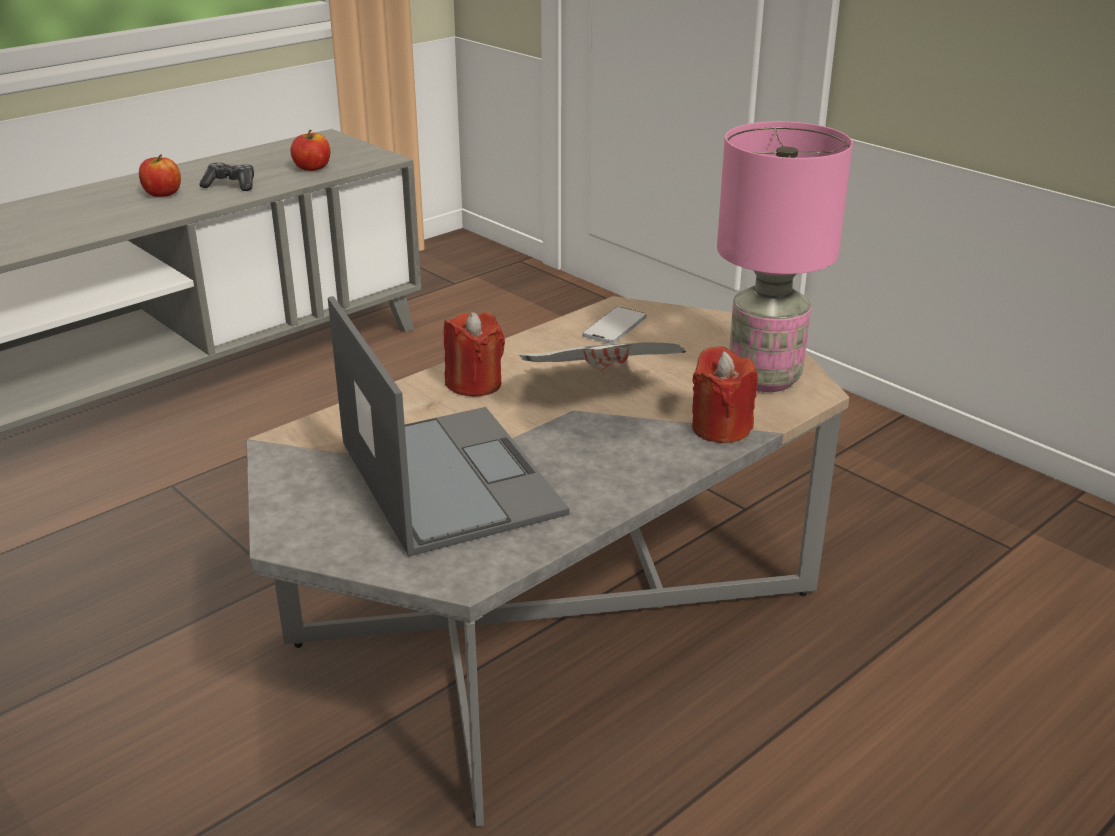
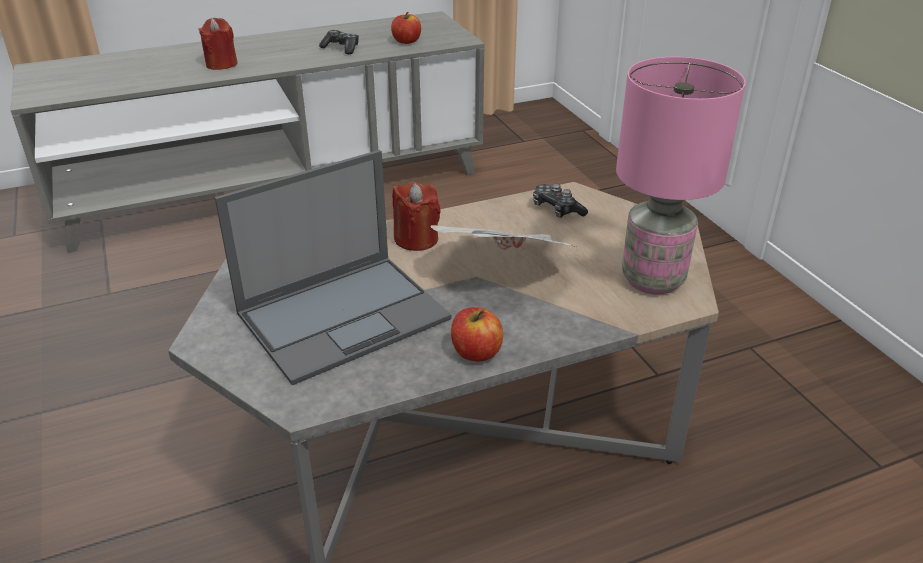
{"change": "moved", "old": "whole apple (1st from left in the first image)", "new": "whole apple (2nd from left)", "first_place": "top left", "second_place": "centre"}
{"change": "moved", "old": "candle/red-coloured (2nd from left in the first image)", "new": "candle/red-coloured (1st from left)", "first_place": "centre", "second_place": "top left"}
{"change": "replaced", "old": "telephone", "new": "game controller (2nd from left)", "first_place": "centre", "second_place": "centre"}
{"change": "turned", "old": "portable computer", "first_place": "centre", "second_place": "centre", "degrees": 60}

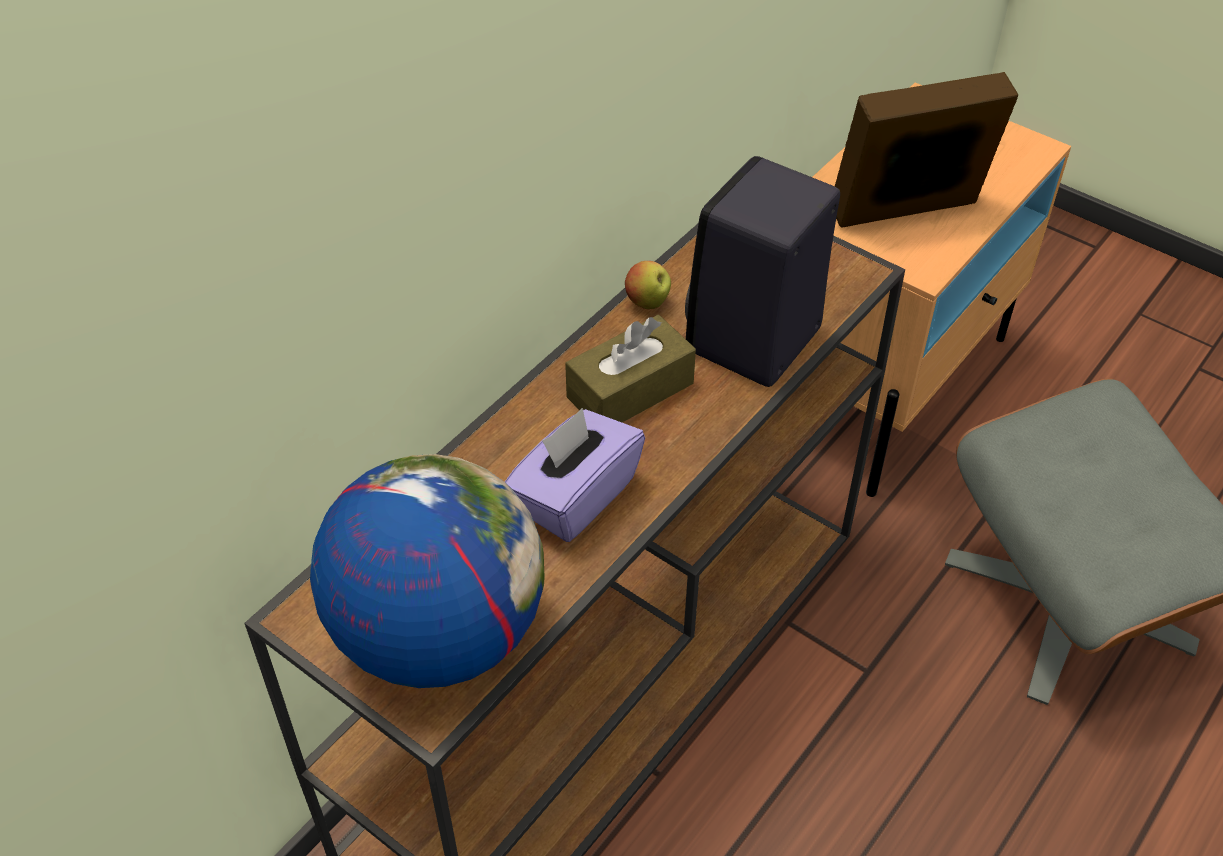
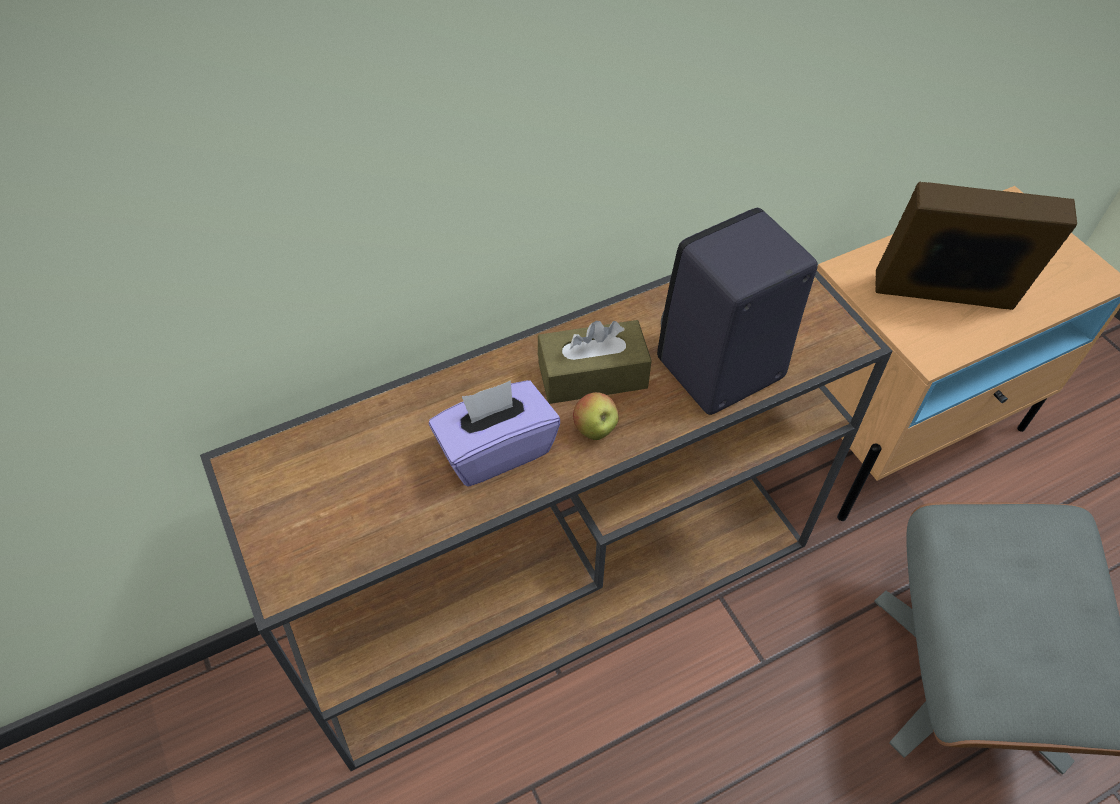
{"change": "removed", "old": "globe", "first_place": "bottom centre"}
{"change": "moved", "old": "whole apple", "first_place": "top centre", "second_place": "centre"}

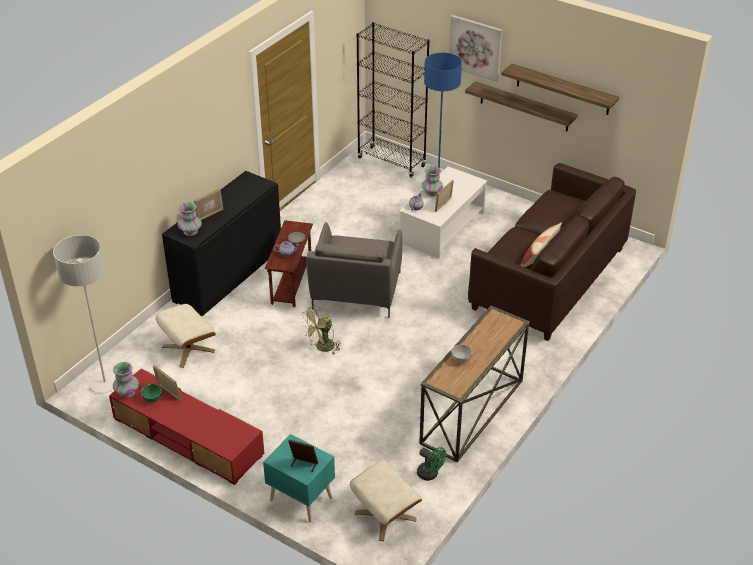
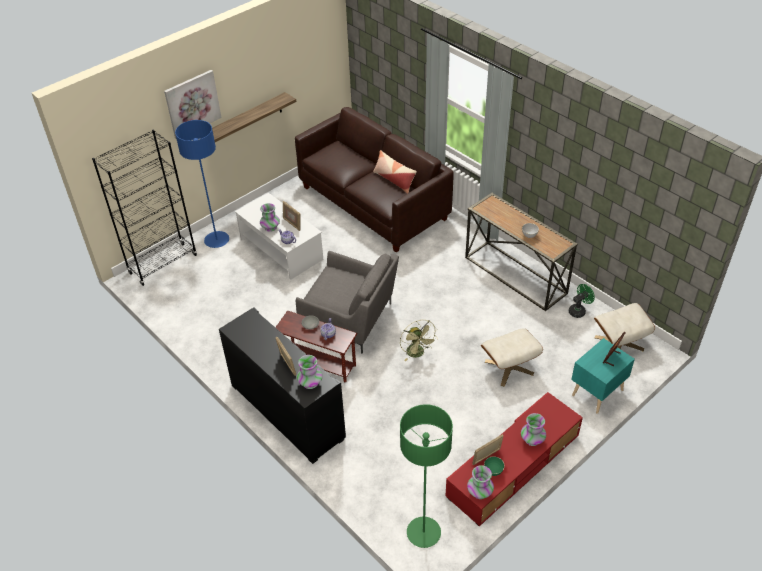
{"change": "removed", "old": "shelf (2nd from left)", "first_place": "top right"}
{"change": "added", "new": "vase (4th from left)", "second_place": "bottom right"}
{"change": "moved", "old": "pouffe/sand-coloured (1st from left)", "first_place": "middle left", "second_place": "middle right"}
{"change": "recoloured", "old": "standing lamp/greyish", "new": "standing lamp/greenish", "first_place": "middle left", "second_place": "bottom centre"}

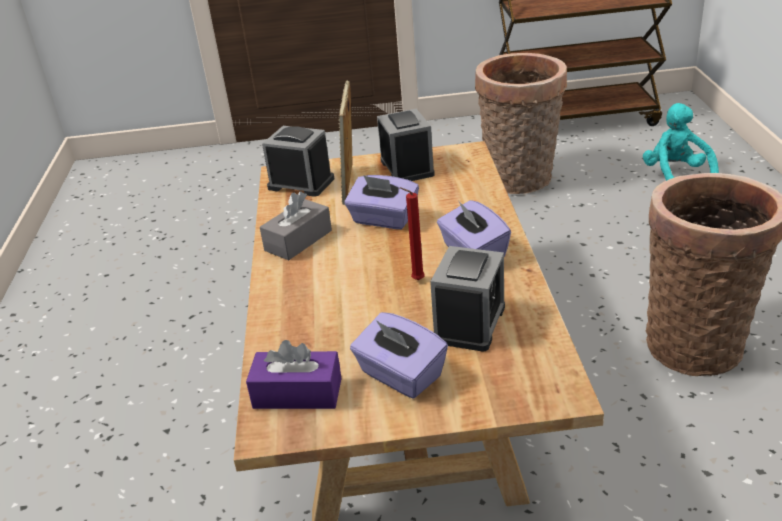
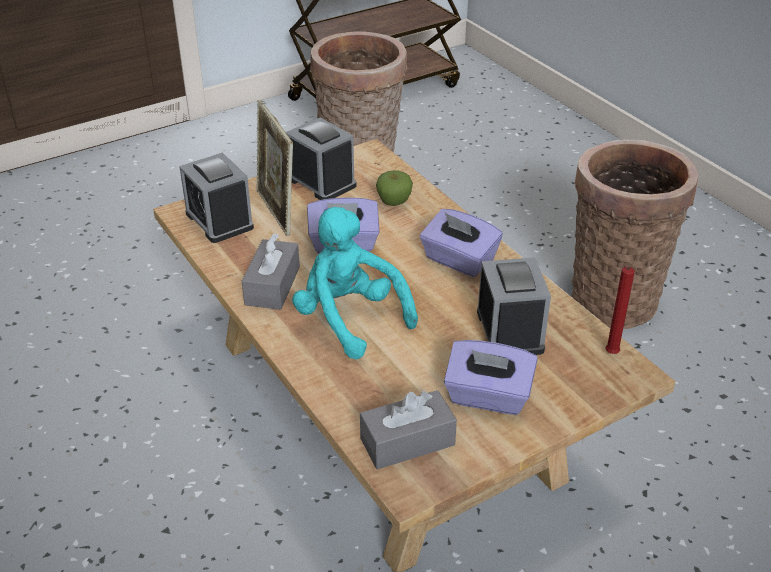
{"change": "added", "new": "whole apple", "second_place": "top centre"}
{"change": "moved", "old": "candle/red-coloured", "first_place": "centre", "second_place": "middle right"}
{"change": "moved", "old": "soft toy/blue-green", "first_place": "top right", "second_place": "centre"}
{"change": "recoloured", "old": "tissue box/purple-coloured (1st from left)", "new": "tissue box/greyish (2nd from left)", "first_place": "bottom centre", "second_place": "bottom centre"}
{"change": "turned", "old": "alarm clock (1st from left)", "first_place": "top centre", "second_place": "middle left", "degrees": -120}

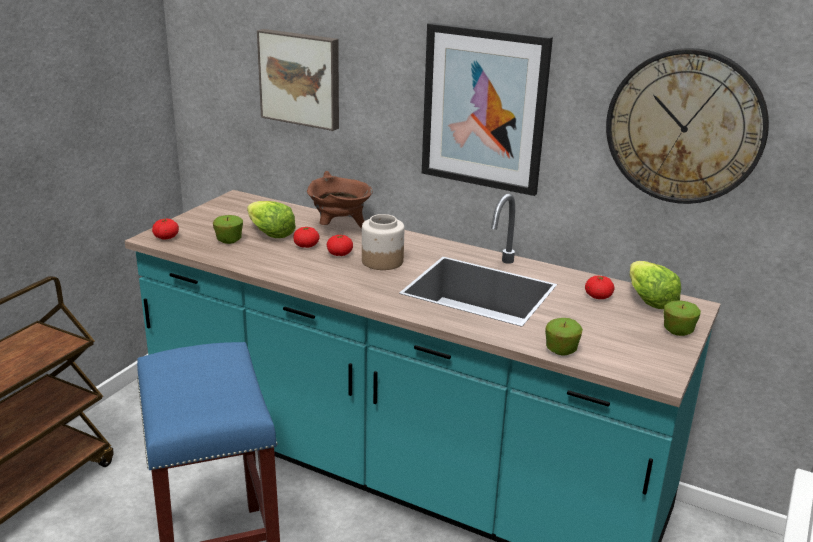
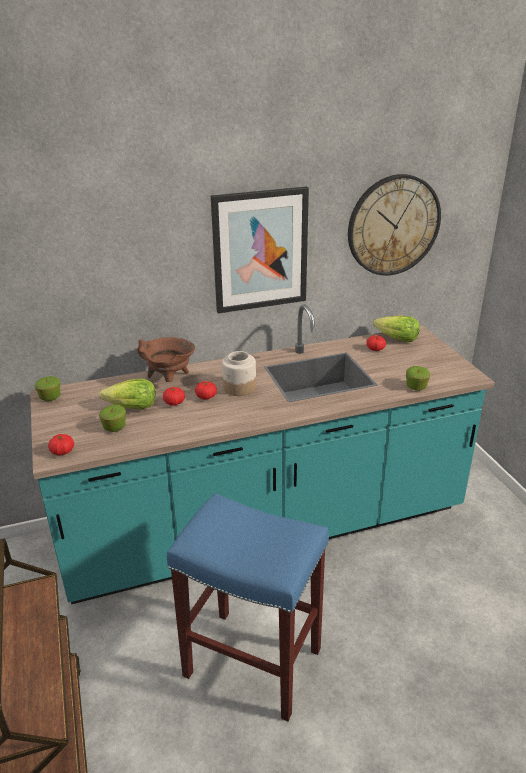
{"change": "removed", "old": "wall picture (1st from left)", "first_place": "top centre"}
{"change": "moved", "old": "whole apple (3rd from left in the first image)", "new": "whole apple (1st from left)", "first_place": "middle right", "second_place": "middle left"}

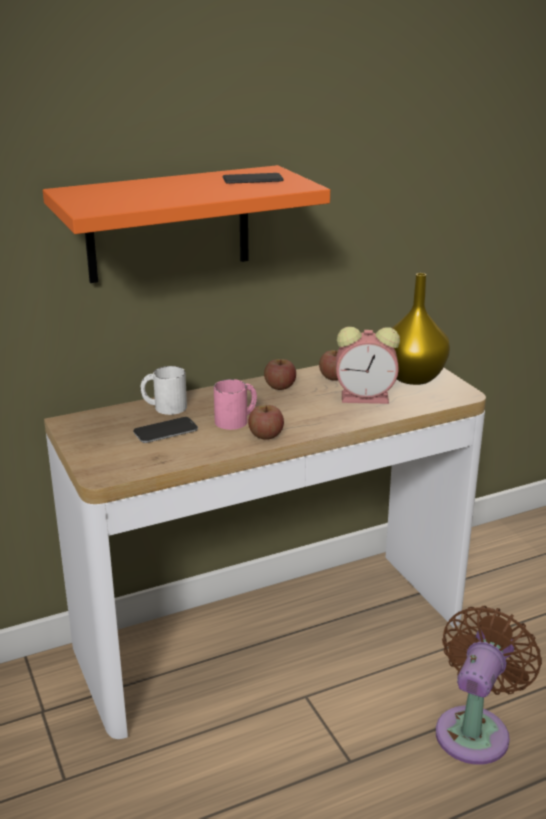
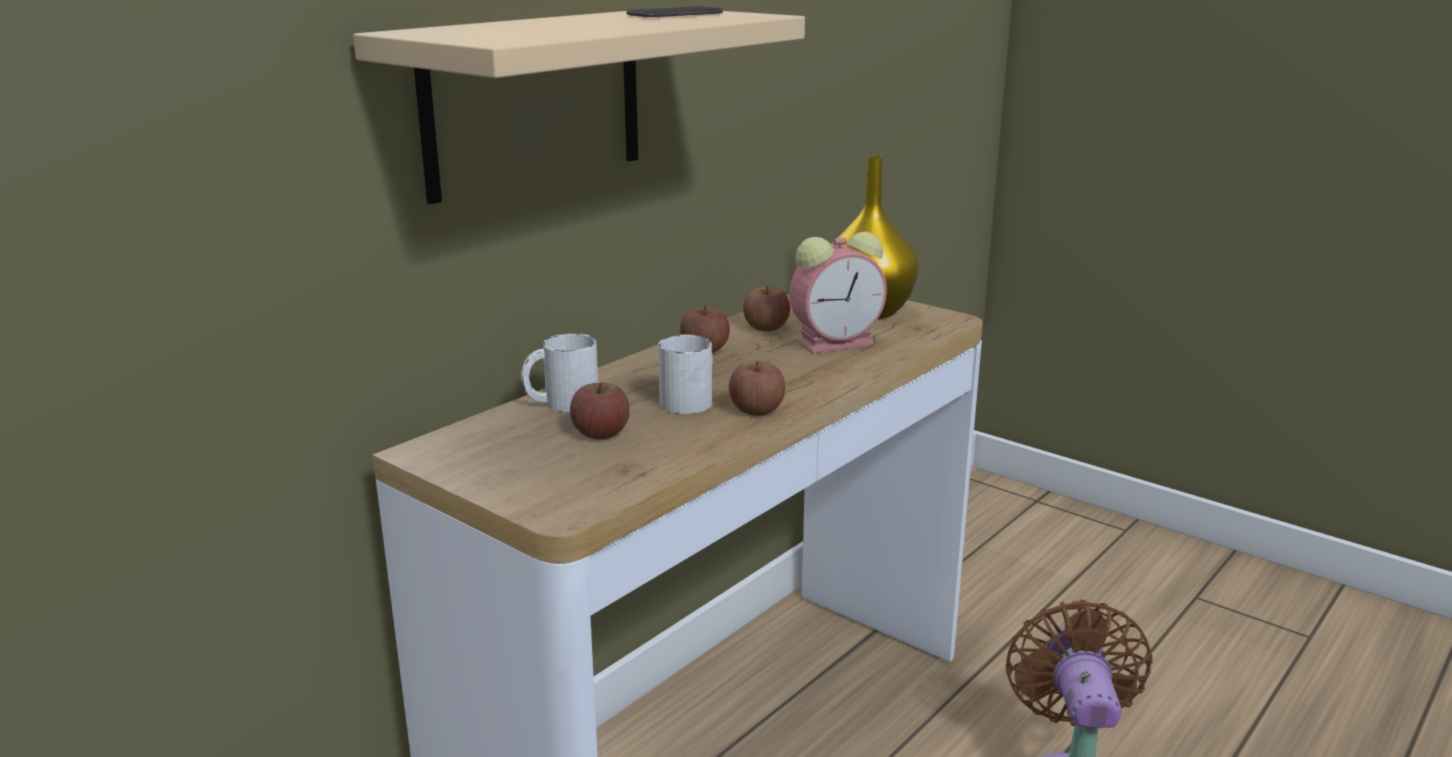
{"change": "replaced", "old": "telephone (1st from left)", "new": "whole apple (1st from left)", "first_place": "middle left", "second_place": "centre"}
{"change": "recoloured", "old": "shelf/orange-coloured", "new": "shelf/sand-coloured", "first_place": "top centre", "second_place": "top centre"}
{"change": "recoloured", "old": "mug/pink", "new": "mug/white (2nd from left)", "first_place": "centre", "second_place": "centre"}

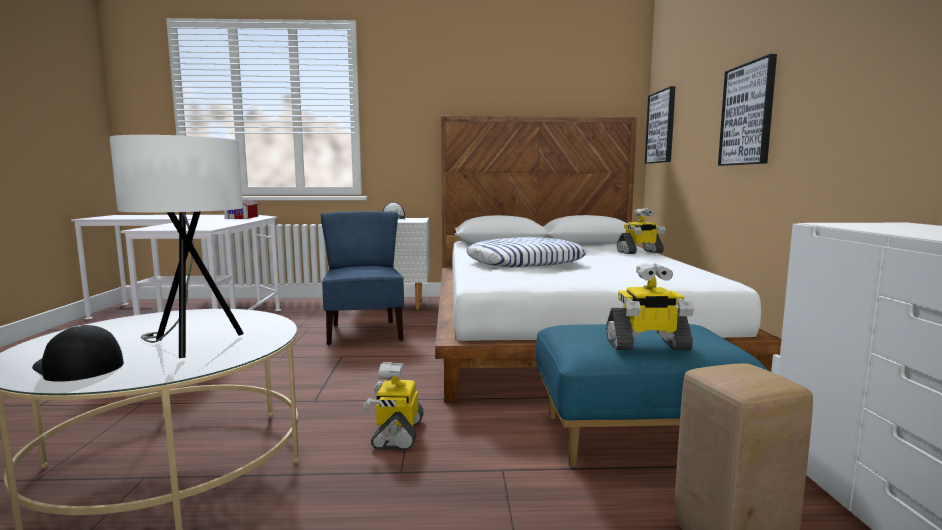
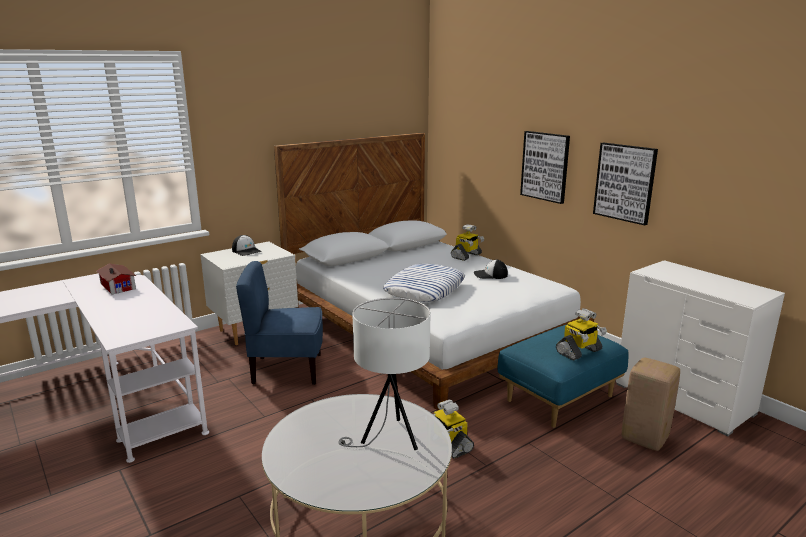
{"change": "moved", "old": "peaked cap (1st from left in the first image)", "new": "peaked cap (2nd from left)", "first_place": "middle left", "second_place": "centre"}
{"change": "moved", "old": "wall picture (1st from left in the first image)", "new": "wall picture (2nd from left)", "first_place": "top right", "second_place": "middle right"}
{"change": "turned", "old": "upright chair/blue", "first_place": "centre", "second_place": "centre", "degrees": -45}

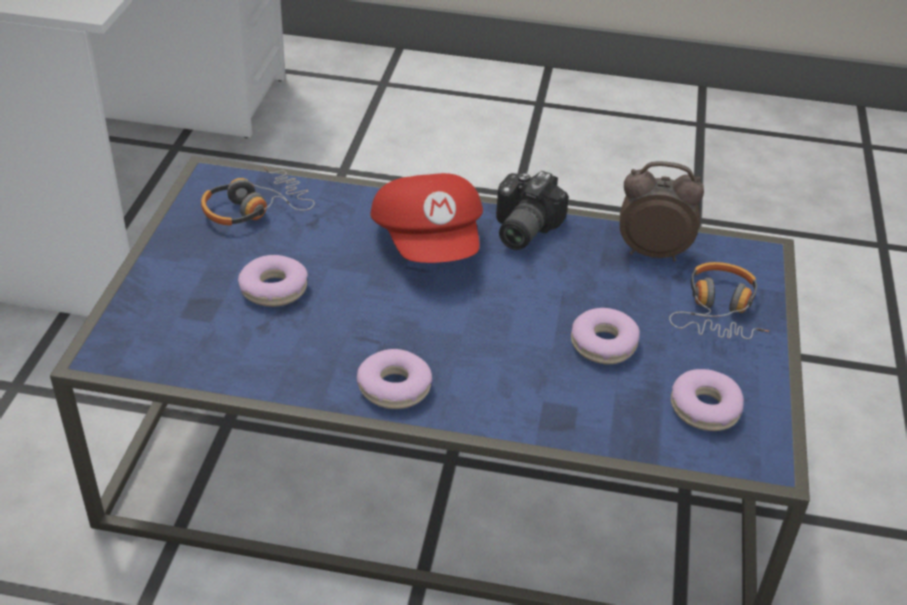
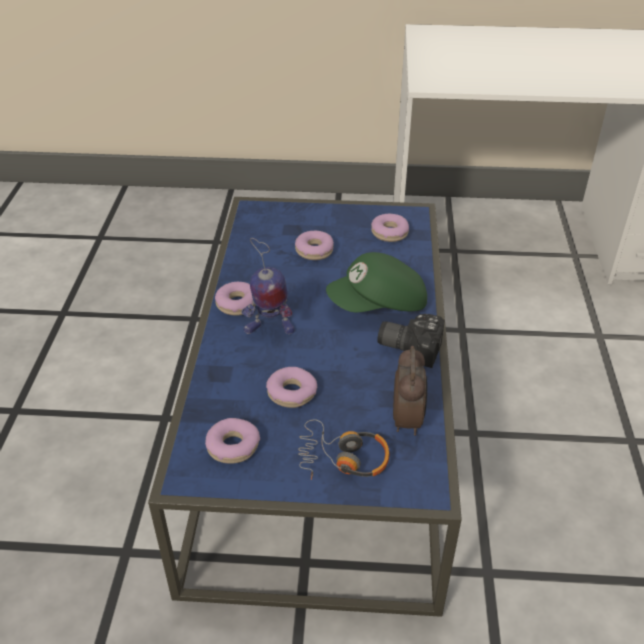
{"change": "added", "new": "toy robot", "second_place": "centre"}
{"change": "replaced", "old": "headset (1st from left)", "new": "donut (5th from left)", "first_place": "top left", "second_place": "centre"}
{"change": "recoloured", "old": "peaked cap/red-coloured", "new": "peaked cap/greenish", "first_place": "centre", "second_place": "centre"}

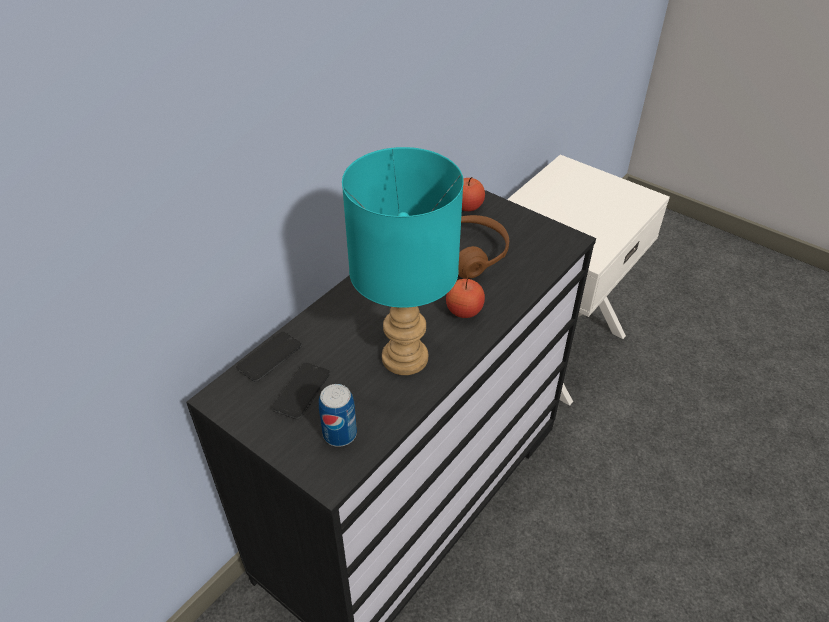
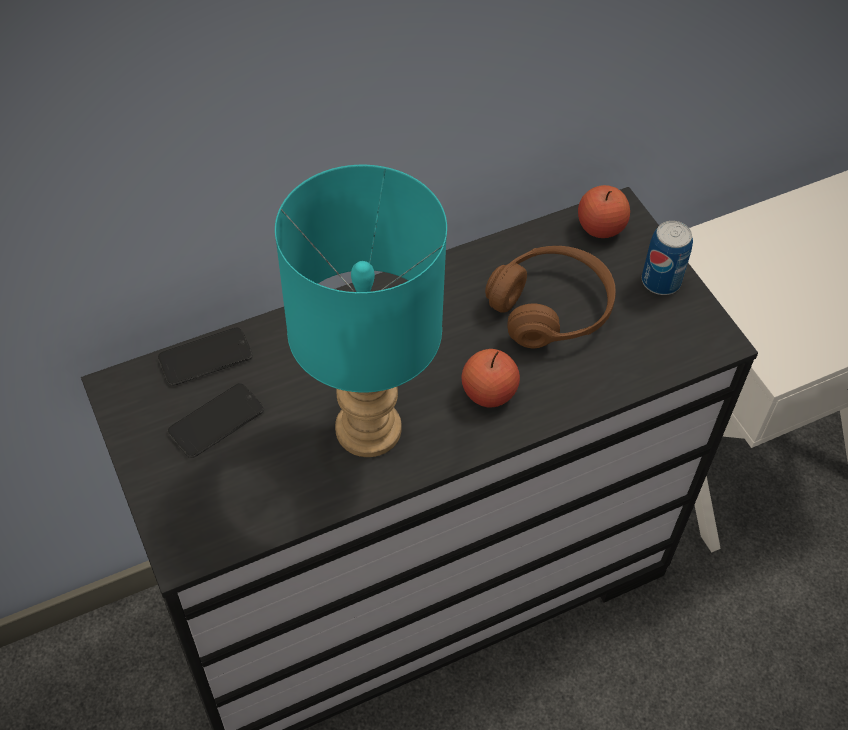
{"change": "moved", "old": "sealed can", "first_place": "bottom centre", "second_place": "middle right"}

